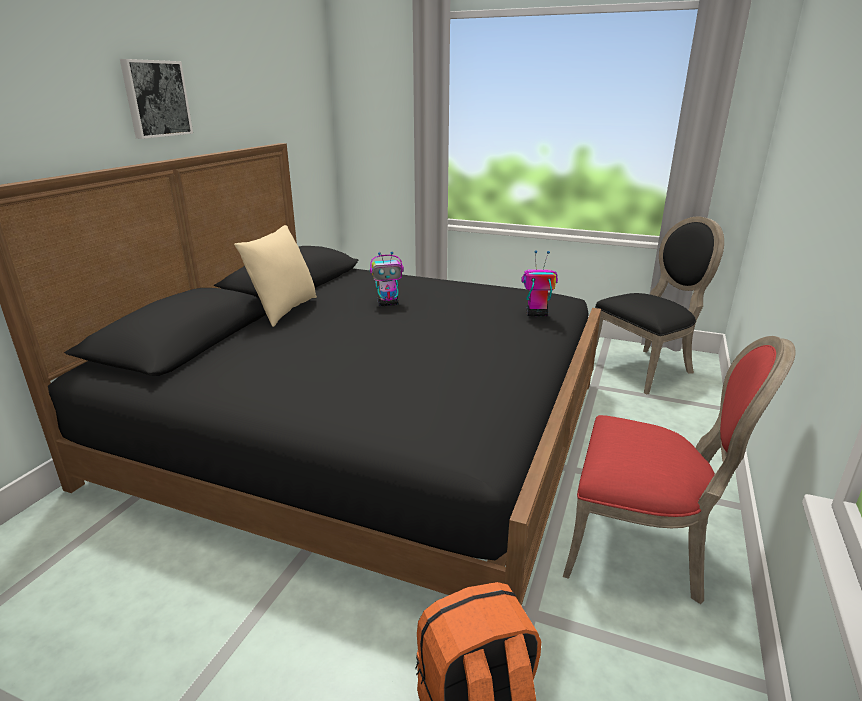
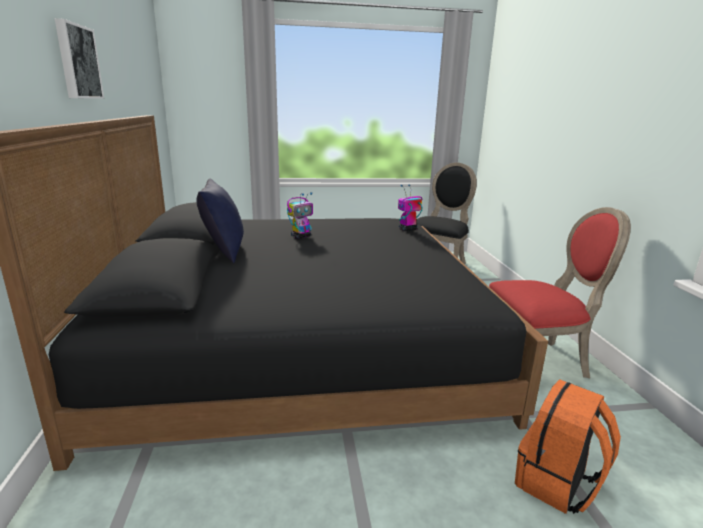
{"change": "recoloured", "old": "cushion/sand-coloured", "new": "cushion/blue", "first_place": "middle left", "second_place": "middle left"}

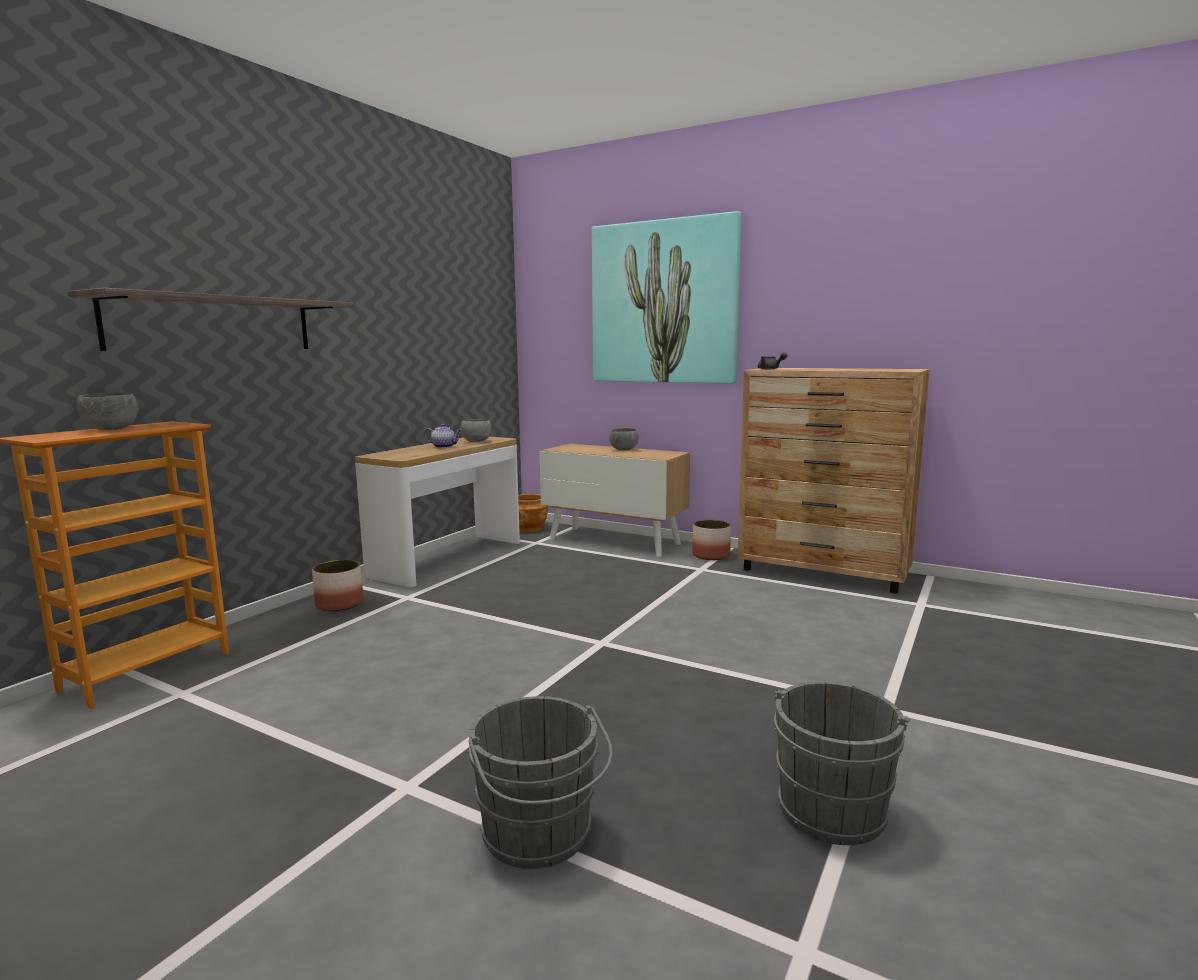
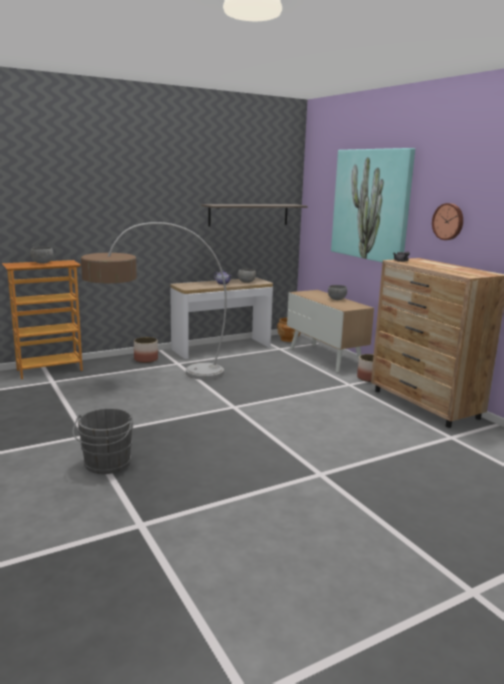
{"change": "removed", "old": "water bucket/greyish (2nd from left)", "first_place": "bottom right"}
{"change": "added", "new": "standing lamp", "second_place": "middle left"}
{"change": "added", "new": "hanging clock", "second_place": "top right"}
{"change": "moved", "old": "shelf", "first_place": "top left", "second_place": "top centre"}

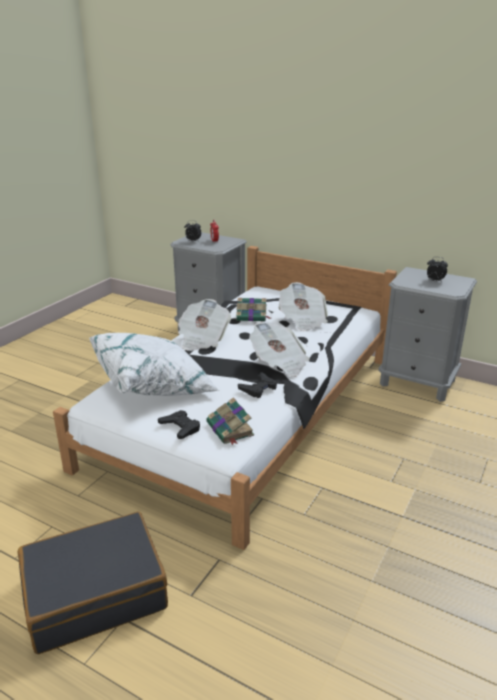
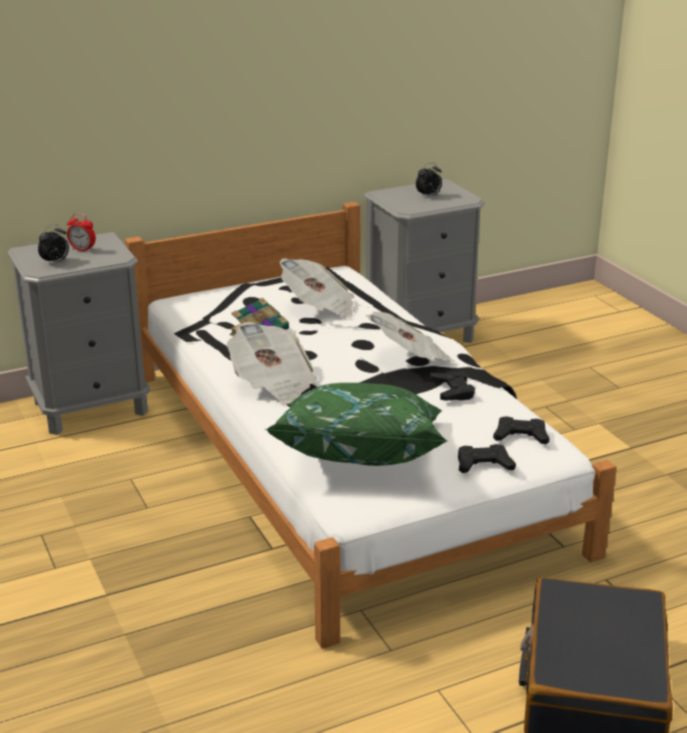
{"change": "replaced", "old": "book (1st from left)", "new": "game controller/black-coloured (3rd from left)", "first_place": "centre", "second_place": "middle right"}
{"change": "recoloured", "old": "cushion/white", "new": "cushion/greenish", "first_place": "middle left", "second_place": "centre"}

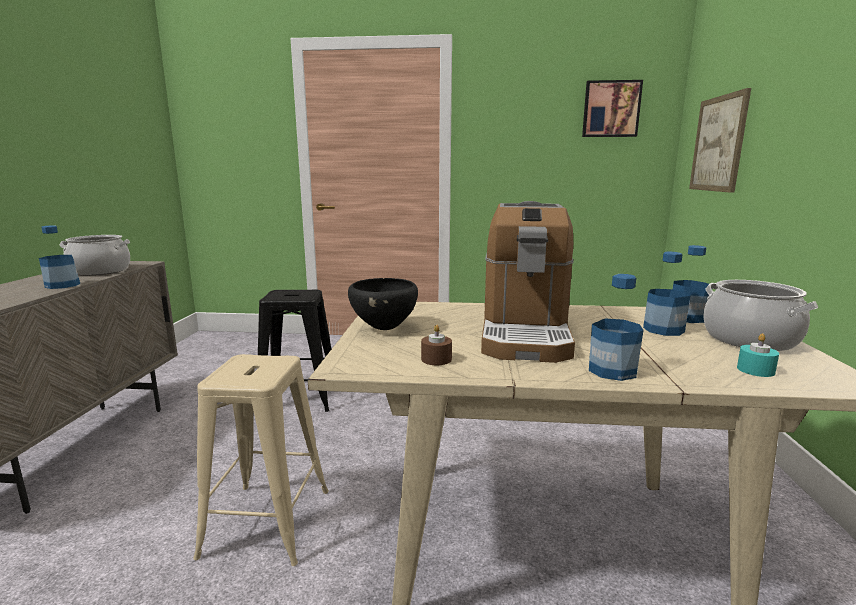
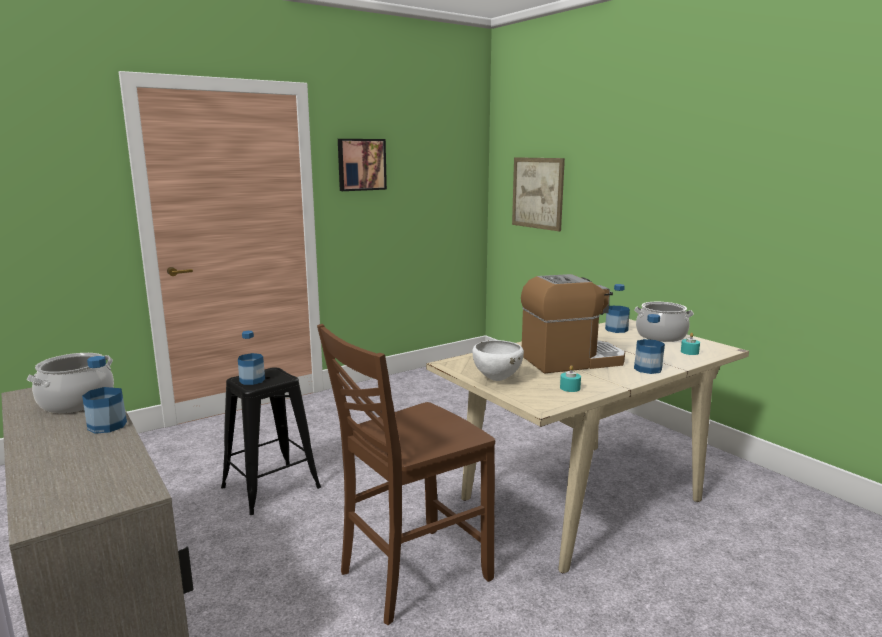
{"change": "moved", "old": "wall picture (1st from left)", "first_place": "top right", "second_place": "top centre"}
{"change": "moved", "old": "beverage bottle (3rd from left in the first image)", "new": "beverage bottle (2nd from left)", "first_place": "middle right", "second_place": "middle left"}
{"change": "replaced", "old": "stool seat/sand-coloured", "new": "upright chair/brown-coloured", "first_place": "bottom left", "second_place": "bottom centre"}
{"change": "recoloured", "old": "serving bowl/black-coloured", "new": "serving bowl/white", "first_place": "centre", "second_place": "centre"}
{"change": "recoloured", "old": "candle/brown-coloured", "new": "candle/blue-green (1st from left)", "first_place": "centre", "second_place": "centre"}
{"change": "turned", "old": "coffee machine", "first_place": "centre", "second_place": "centre", "degrees": -75}

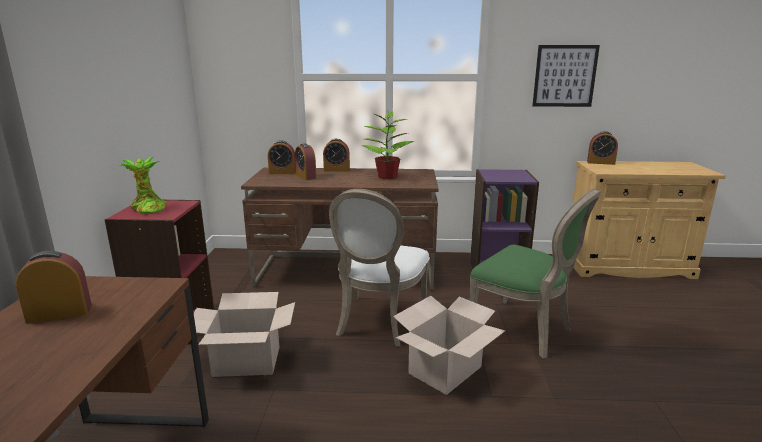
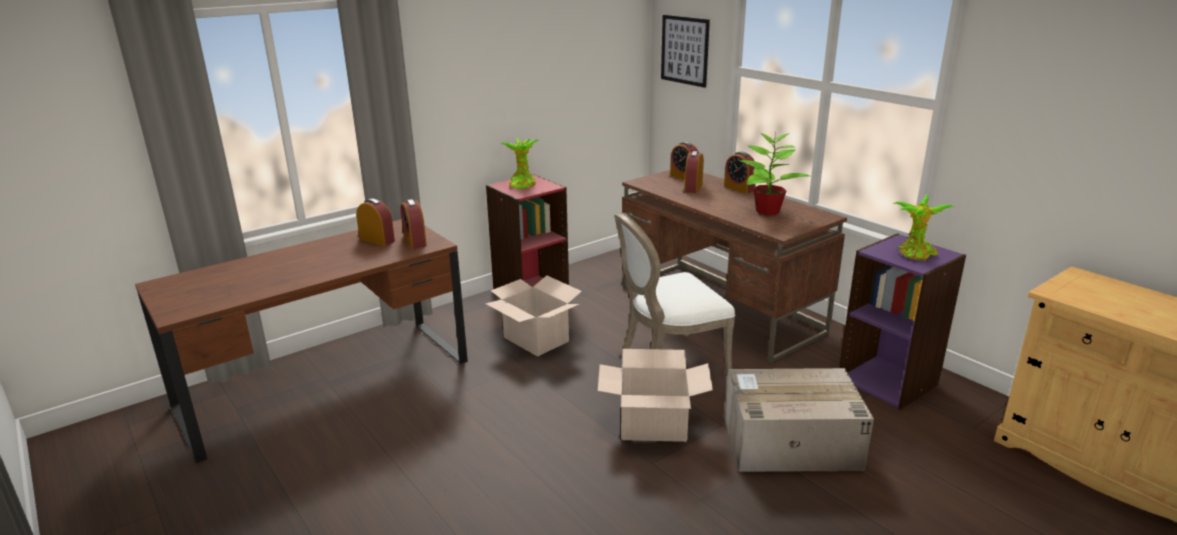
{"change": "added", "new": "potted plant (3rd from left)", "second_place": "middle right"}
{"change": "moved", "old": "wall picture", "first_place": "top right", "second_place": "top centre"}
{"change": "moved", "old": "alarm clock (5th from left in the first image)", "new": "alarm clock (2nd from left)", "first_place": "middle right", "second_place": "centre"}
{"change": "replaced", "old": "upright chair/greenish", "new": "packing box (3rd from left)", "first_place": "middle right", "second_place": "bottom right"}

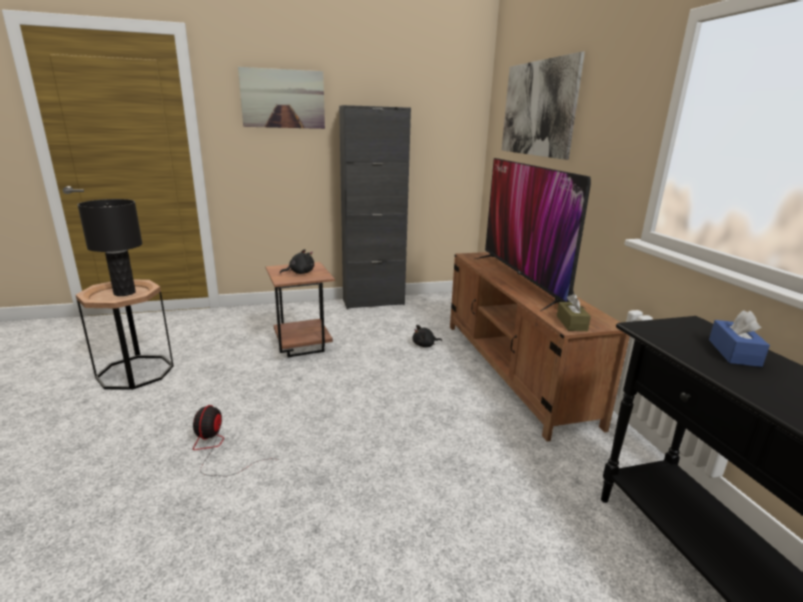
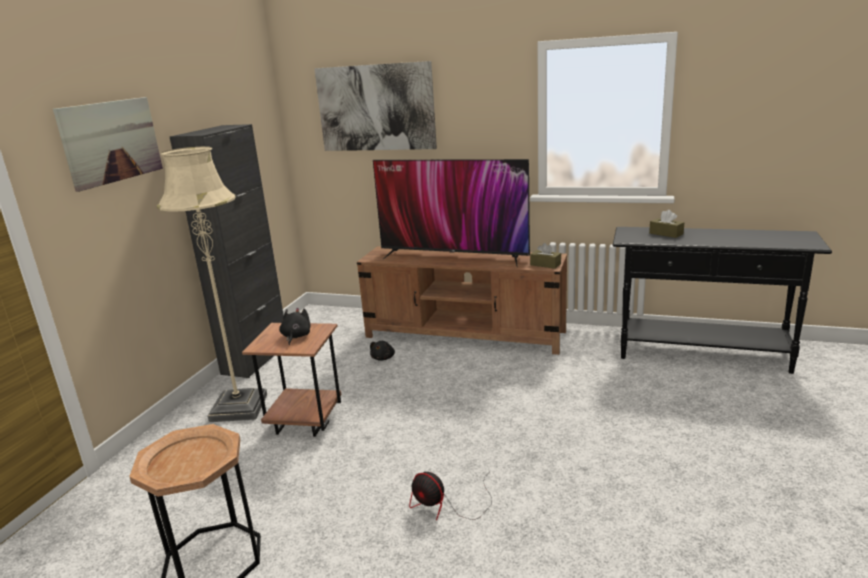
{"change": "removed", "old": "tabletop lamp/black-coloured", "first_place": "middle left"}
{"change": "added", "new": "standing lamp/sand-coloured", "second_place": "middle left"}
{"change": "recoloured", "old": "tissue box/blue", "new": "tissue box/brown-coloured (2nd from left)", "first_place": "middle right", "second_place": "middle right"}

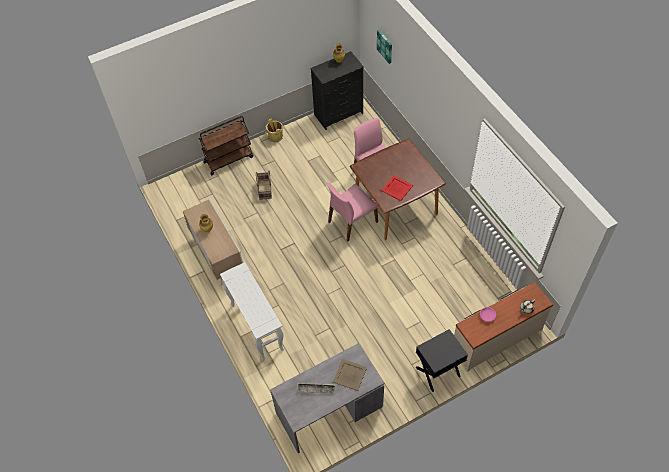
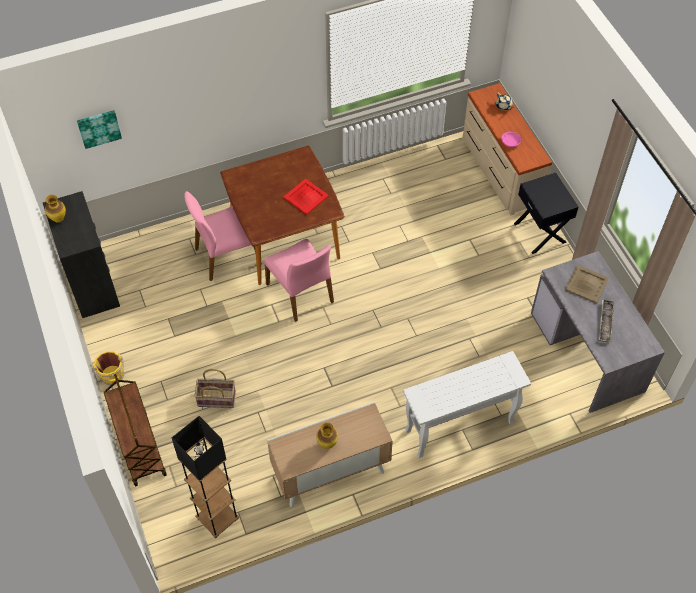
{"change": "added", "new": "standing lamp/black-coloured", "second_place": "bottom left"}

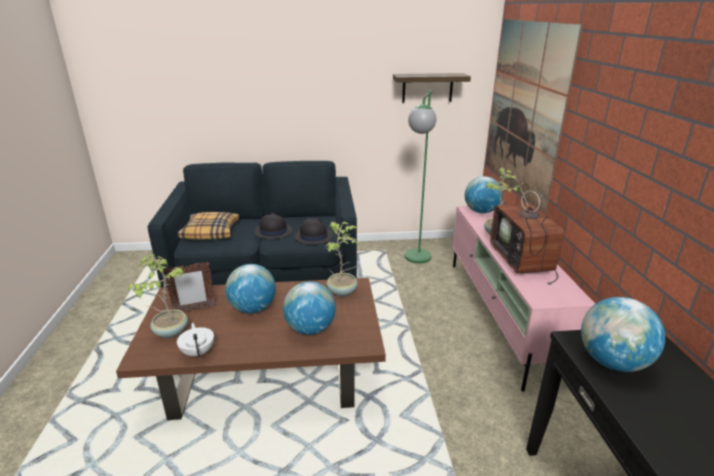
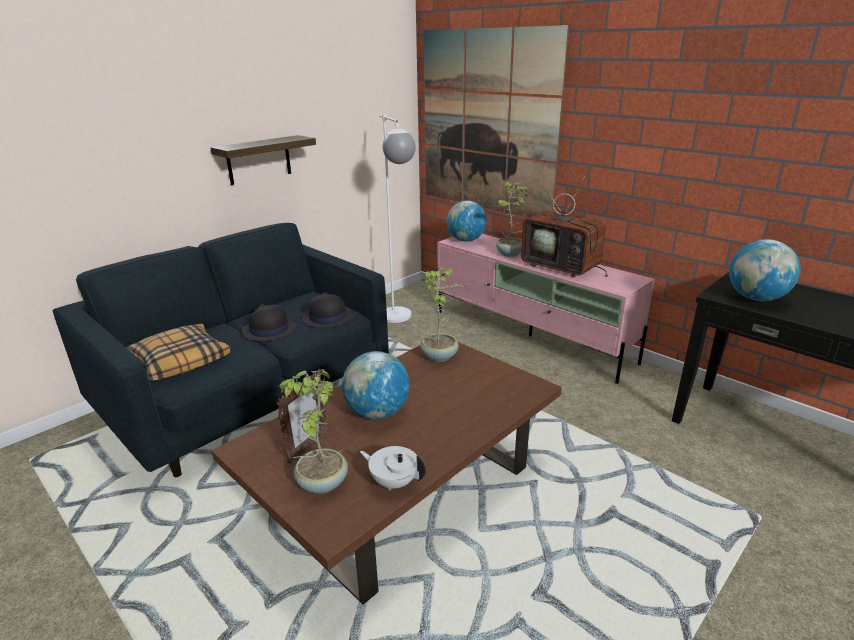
{"change": "removed", "old": "globe (2nd from left)", "first_place": "centre"}
{"change": "moved", "old": "shelf", "first_place": "top centre", "second_place": "top left"}
{"change": "recoloured", "old": "standing lamp/greenish", "new": "standing lamp/white", "first_place": "centre", "second_place": "centre"}

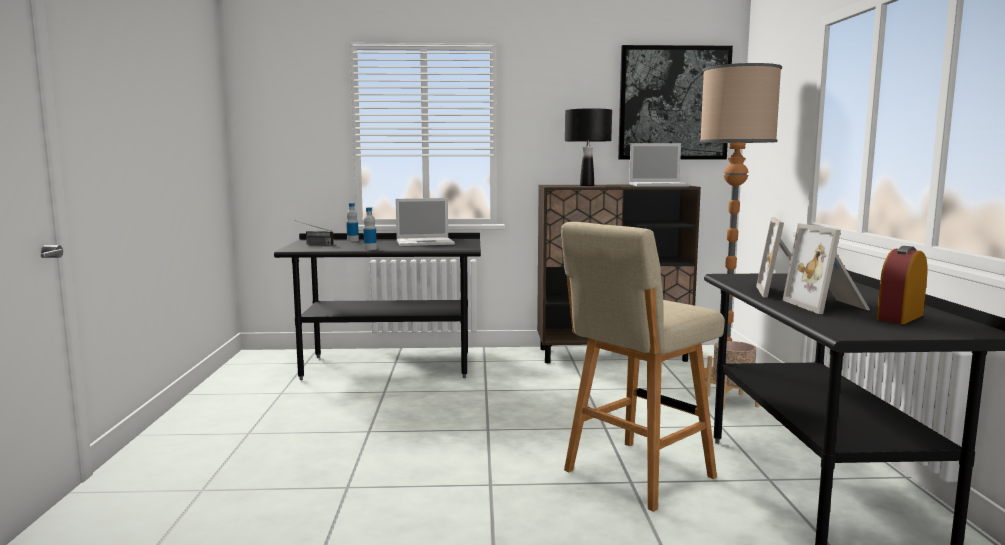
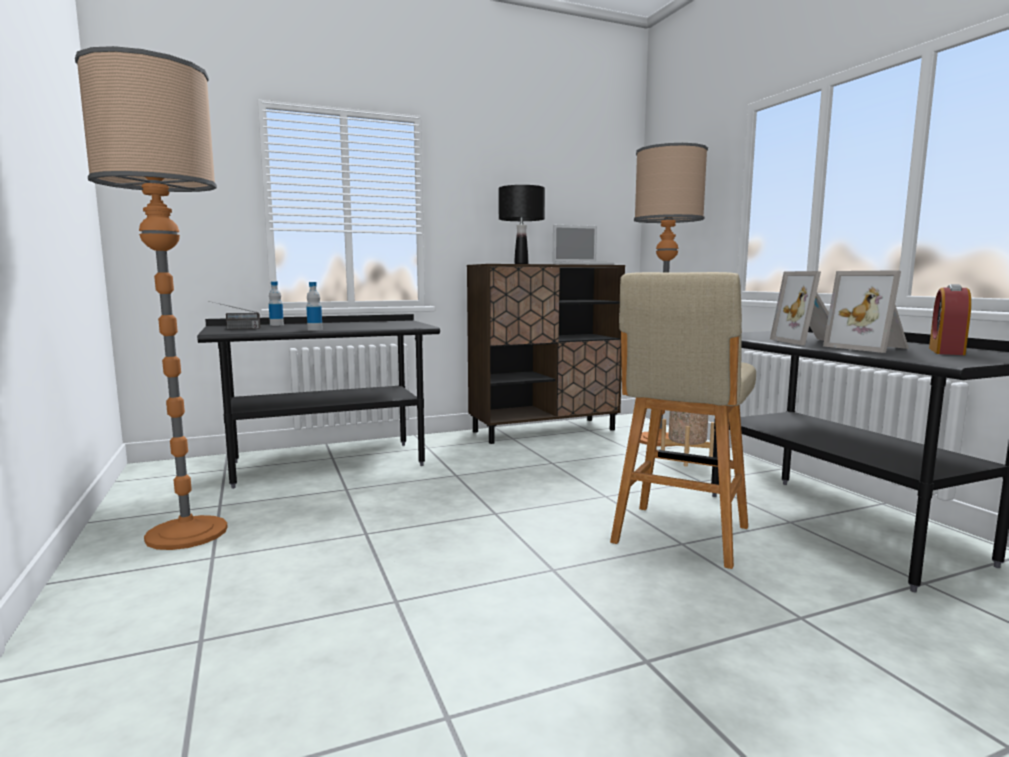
{"change": "removed", "old": "portable computer (1st from left)", "first_place": "centre"}
{"change": "removed", "old": "wall picture", "first_place": "top right"}
{"change": "added", "new": "standing lamp (1st from left)", "second_place": "middle left"}

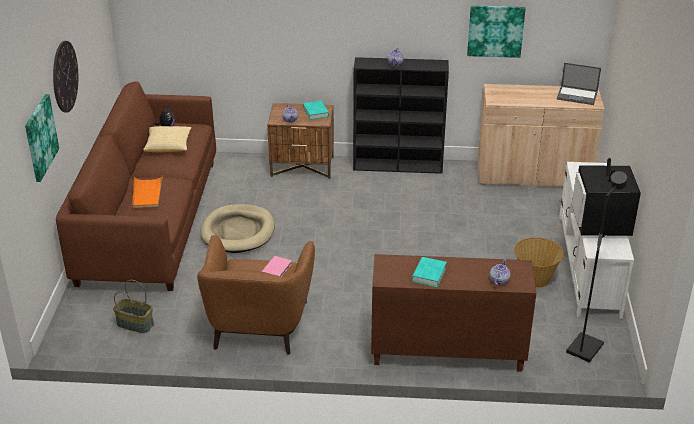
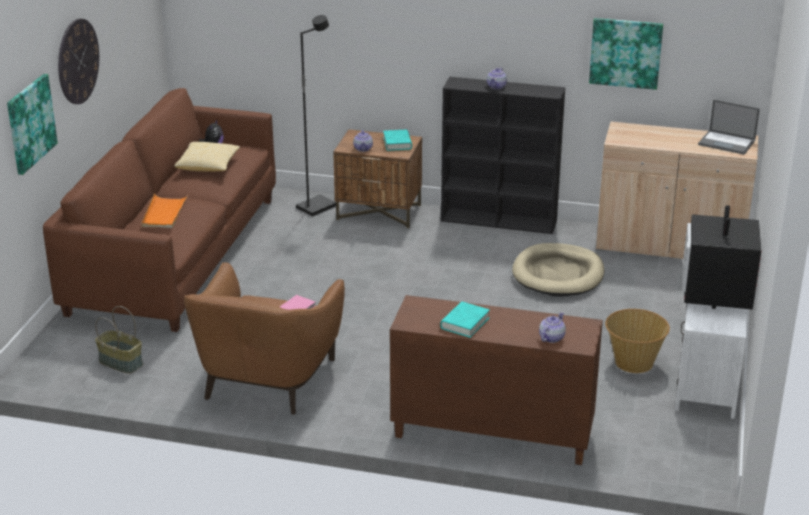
{"change": "moved", "old": "dog cushion/sand-coloured", "first_place": "centre", "second_place": "middle right"}
{"change": "moved", "old": "standing lamp/black-coloured", "first_place": "middle right", "second_place": "top centre"}

